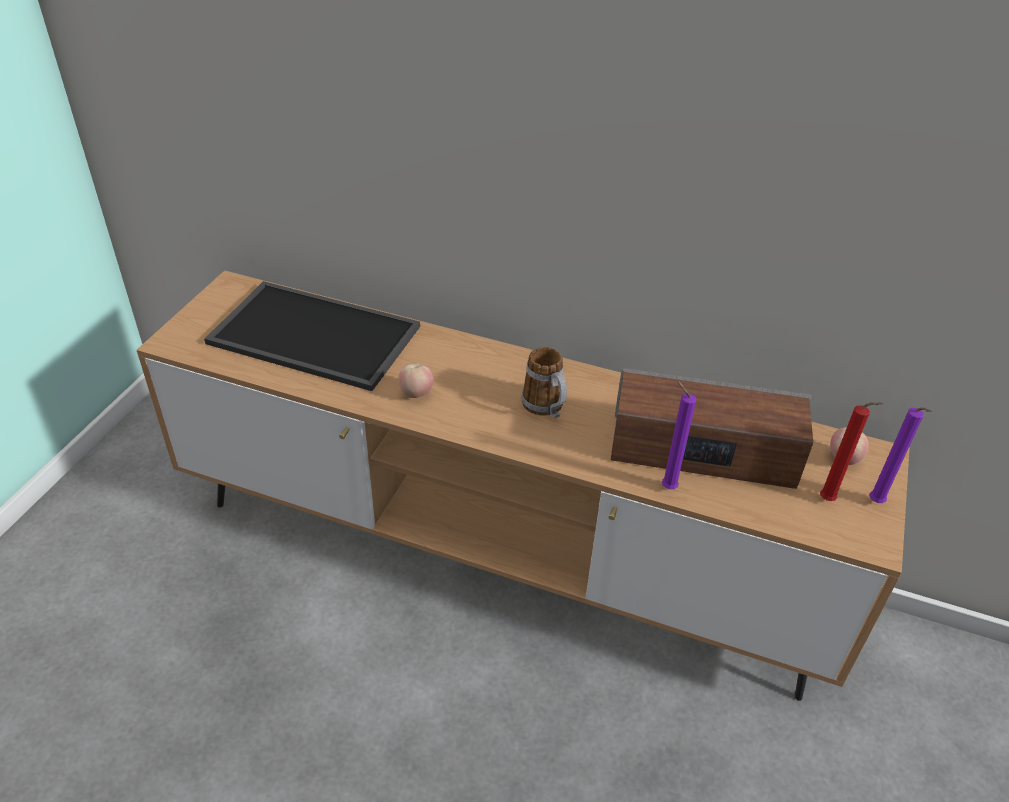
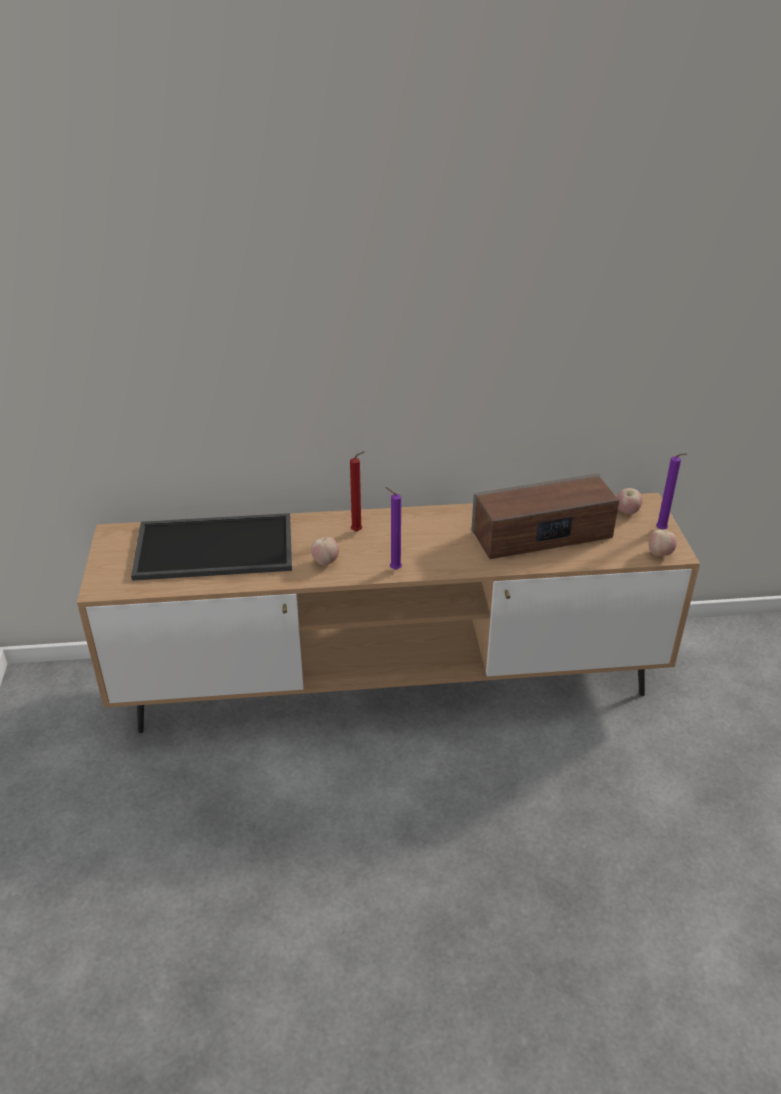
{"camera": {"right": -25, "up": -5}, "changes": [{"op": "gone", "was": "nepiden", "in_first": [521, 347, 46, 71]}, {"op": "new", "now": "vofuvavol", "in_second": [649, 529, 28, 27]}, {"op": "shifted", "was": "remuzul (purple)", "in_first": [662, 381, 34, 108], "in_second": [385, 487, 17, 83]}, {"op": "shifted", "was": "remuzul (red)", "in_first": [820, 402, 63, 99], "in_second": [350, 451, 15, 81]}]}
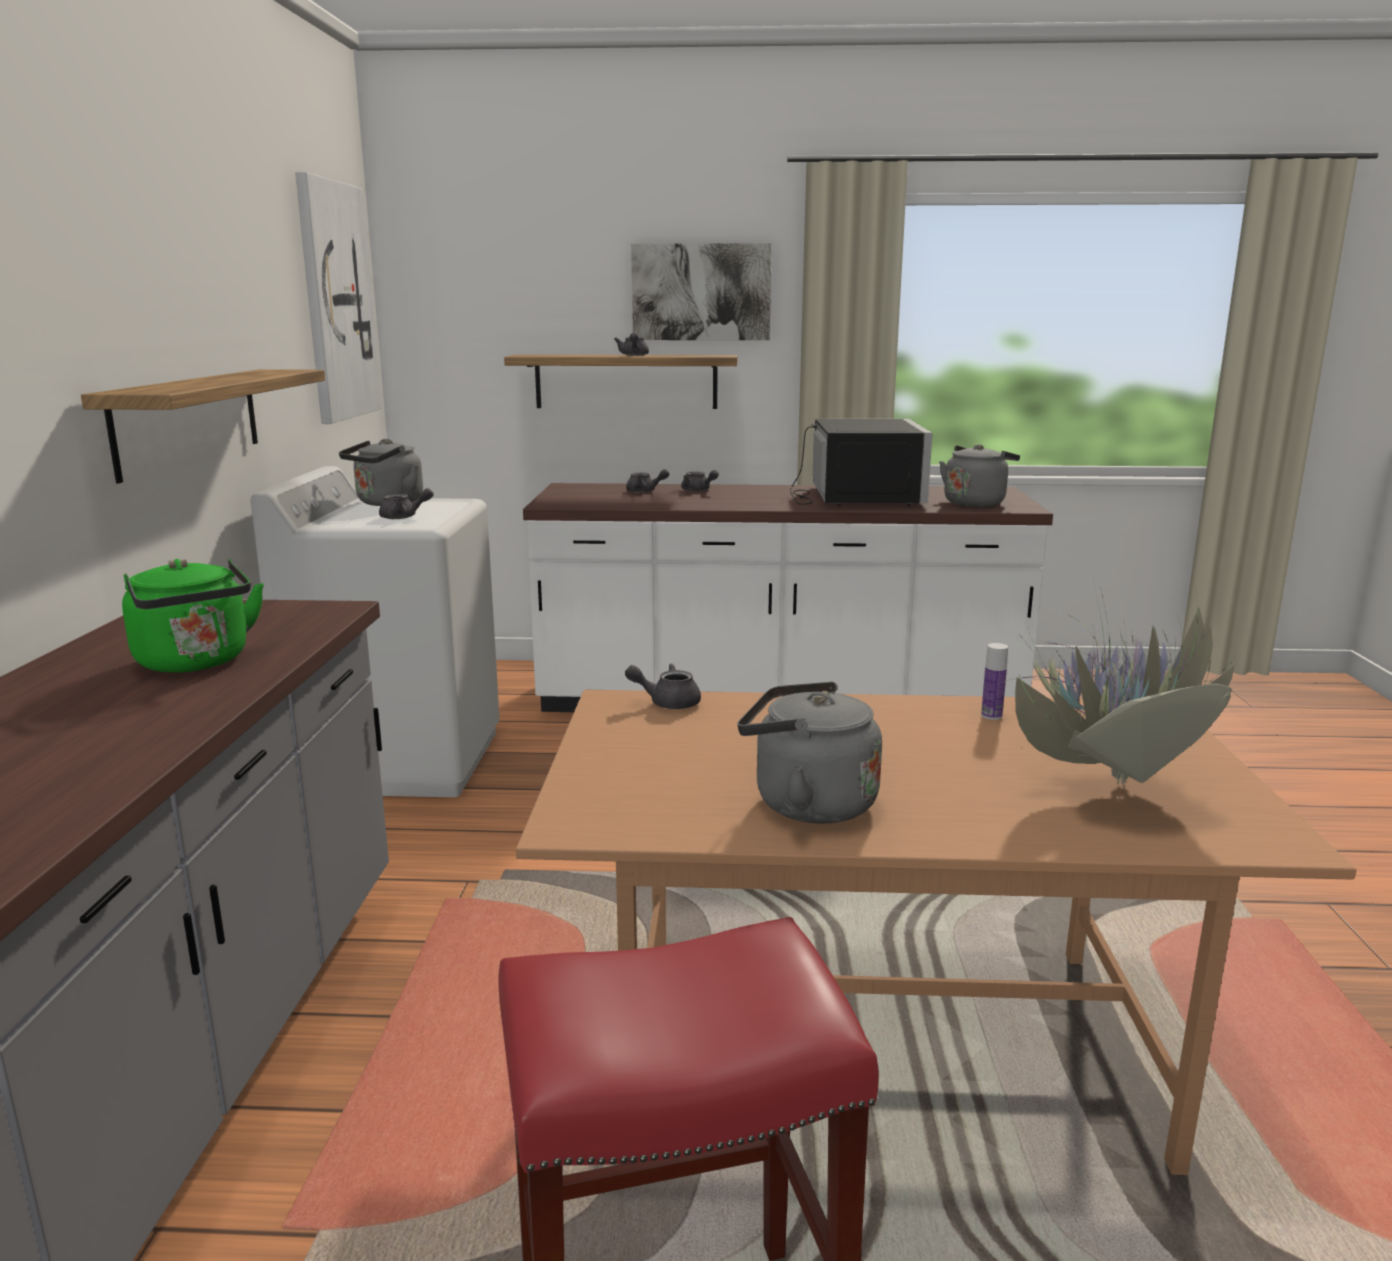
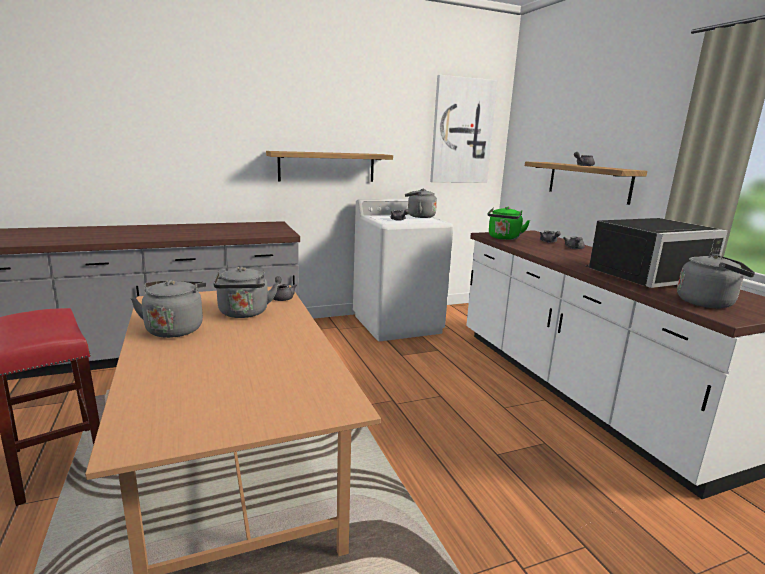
{"camera": {"right": 65, "up": 0}, "changes": [{"op": "gone", "was": "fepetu", "in_first": [631, 243, 141, 97]}, {"op": "gone", "was": "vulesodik", "in_first": [981, 643, 27, 77]}, {"op": "gone", "was": "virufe", "in_first": [1004, 584, 233, 201]}, {"op": "new", "now": "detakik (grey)", "in_second": [214, 267, 64, 51]}, {"op": "shifted", "was": "detakik (green)", "in_first": [122, 559, 142, 114], "in_second": [488, 207, 42, 33]}]}
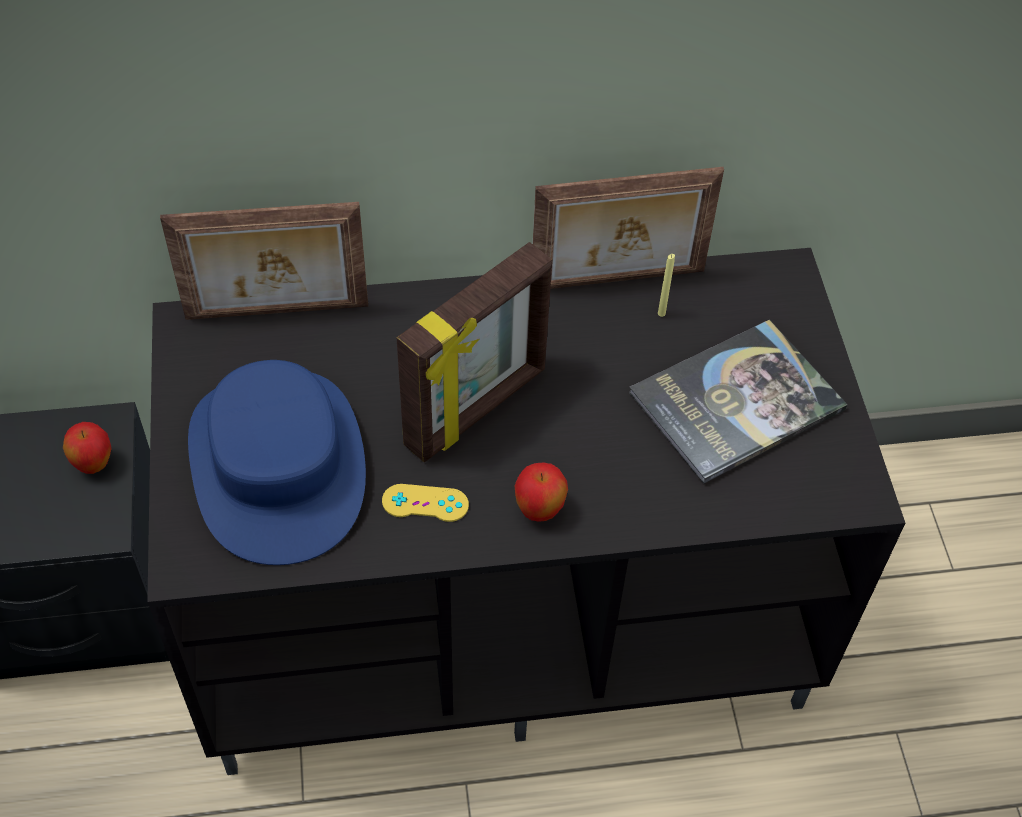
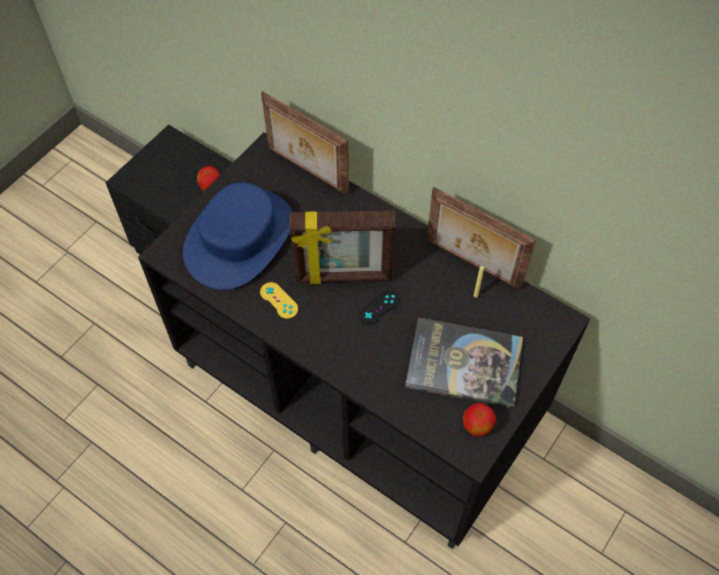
{"camera": {"right": 45, "up": 5}, "changes": [{"op": "new", "now": "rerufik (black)", "in_second": [358, 290, 42, 35]}, {"op": "shifted", "was": "vofuvavol", "in_first": [514, 463, 54, 58], "in_second": [463, 403, 33, 34]}]}
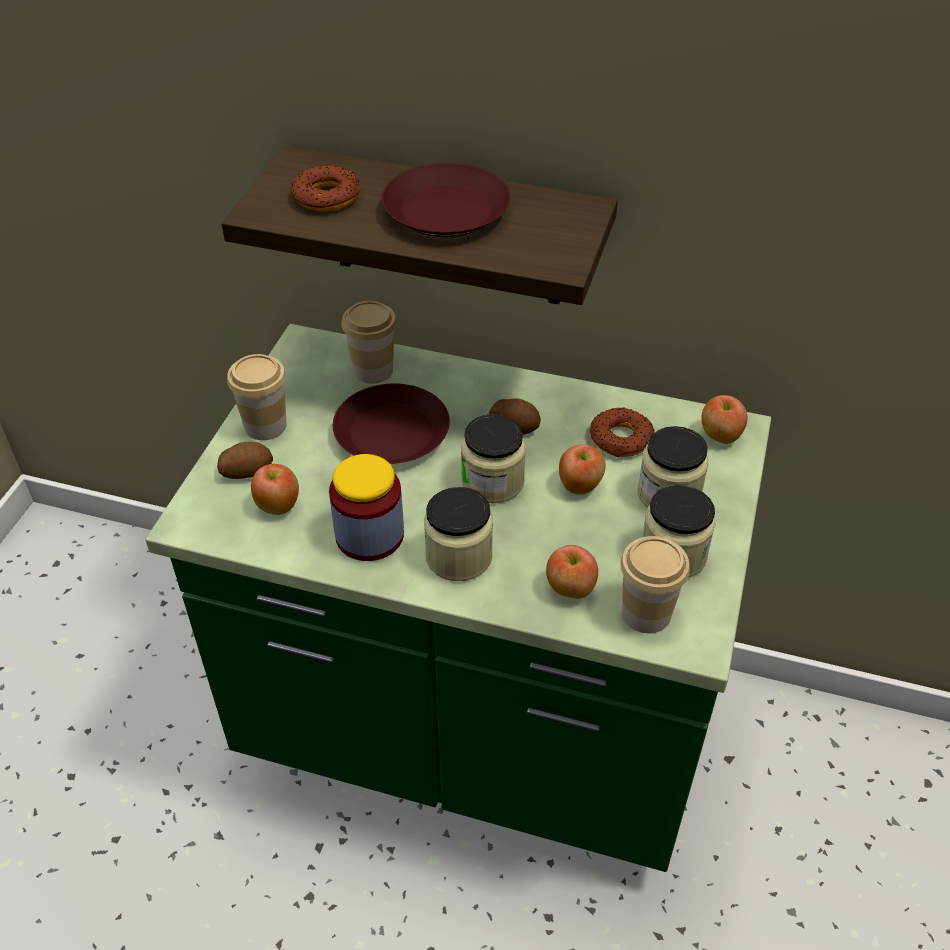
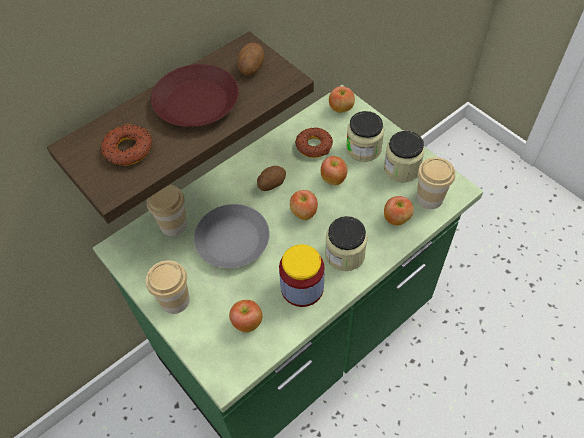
{"camera": {"right": -55, "up": 10}, "changes": [{"op": "shifted", "was": "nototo", "in_first": [217, 442, 56, 37], "in_second": [238, 43, 26, 33]}, {"op": "swapped", "was": "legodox", "now": "vofuvavol", "in_first": [461, 414, 65, 89], "in_second": [290, 190, 28, 30]}, {"op": "repainted", "was": "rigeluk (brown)", "now": "rigeluk (grey)", "in_first": [333, 383, 117, 81], "in_second": [194, 204, 76, 64]}]}
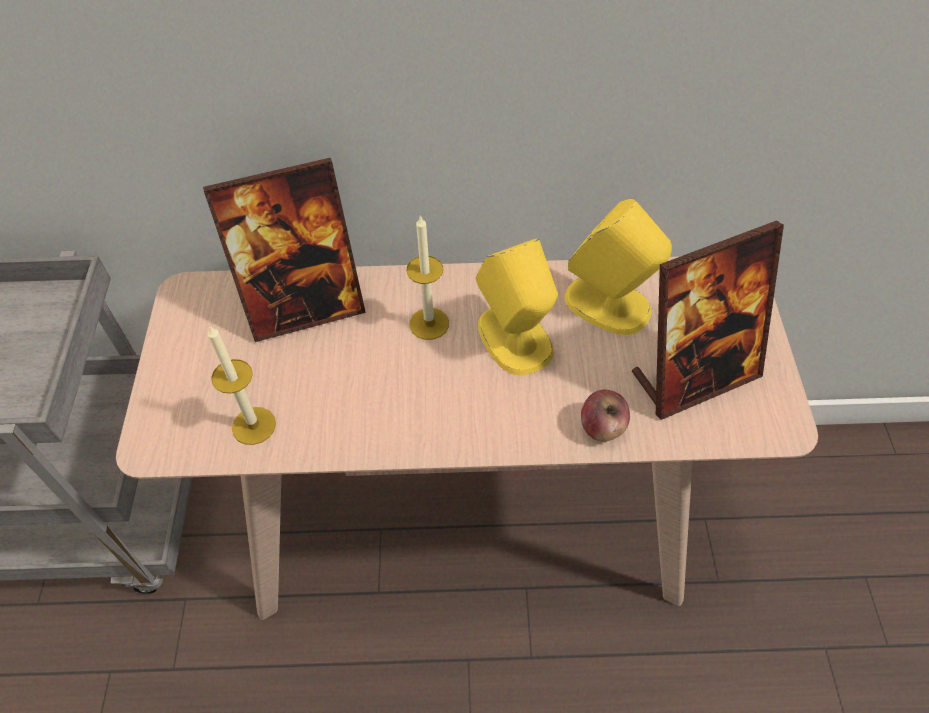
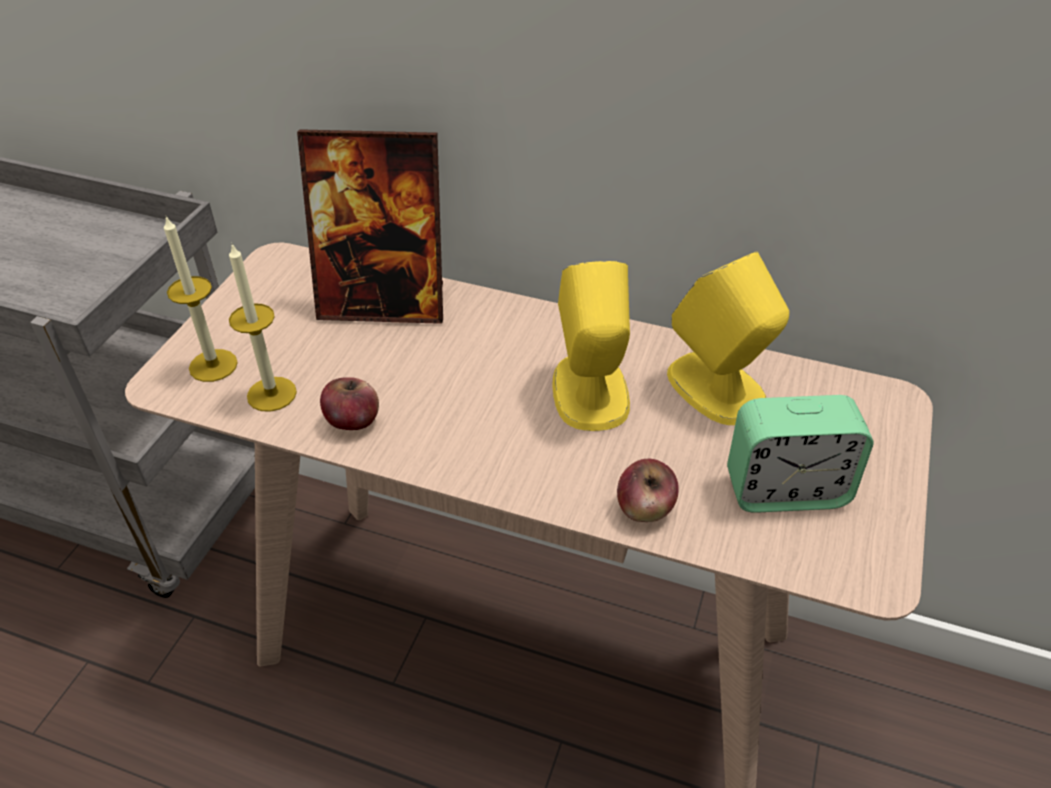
{"camera": {"right": 20, "up": -10}, "changes": [{"op": "new", "now": "vofuvavol", "in_second": [320, 377, 59, 53]}, {"op": "shifted", "was": "remuzul", "in_first": [407, 215, 42, 125], "in_second": [164, 215, 74, 167]}, {"op": "swapped", "was": "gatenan", "now": "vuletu", "in_first": [632, 220, 152, 200], "in_second": [727, 395, 147, 118]}]}
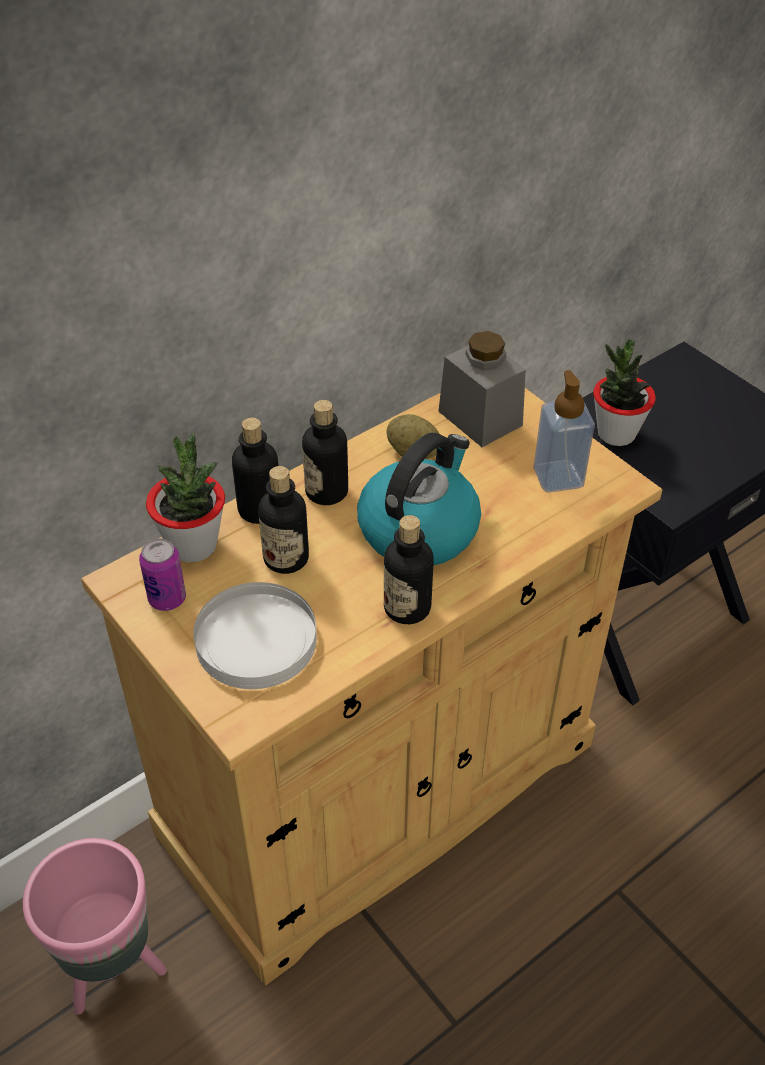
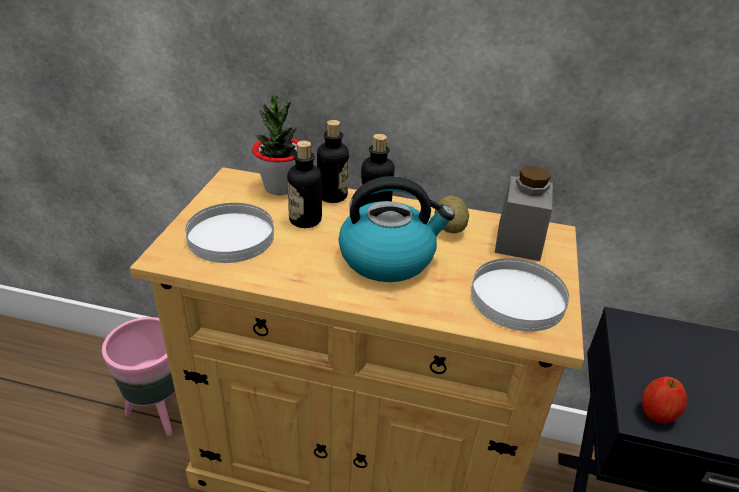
{"camera": {"right": 50, "up": -10}, "changes": [{"op": "gone", "was": "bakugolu", "in_first": [139, 538, 47, 73]}, {"op": "gone", "was": "vulesodik", "in_first": [384, 515, 50, 109]}, {"op": "gone", "was": "virufe", "in_first": [593, 339, 63, 107]}, {"op": "new", "now": "vofuvavol", "in_second": [642, 376, 45, 48]}, {"op": "swapped", "was": "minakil", "now": "rigeluk (white)", "in_first": [533, 370, 62, 122], "in_second": [471, 258, 98, 74]}]}
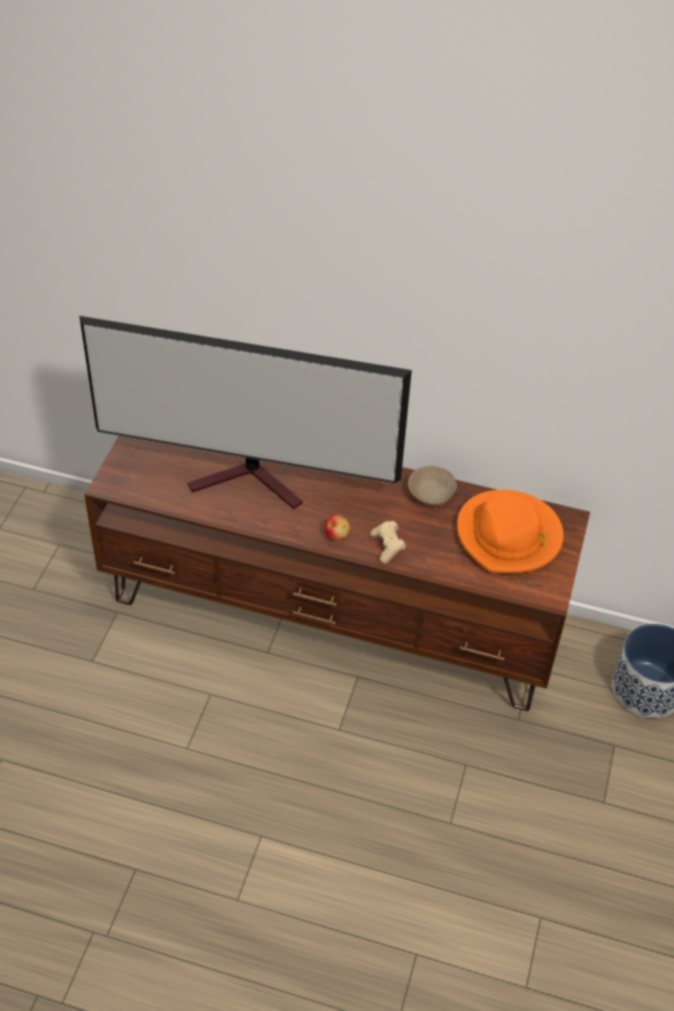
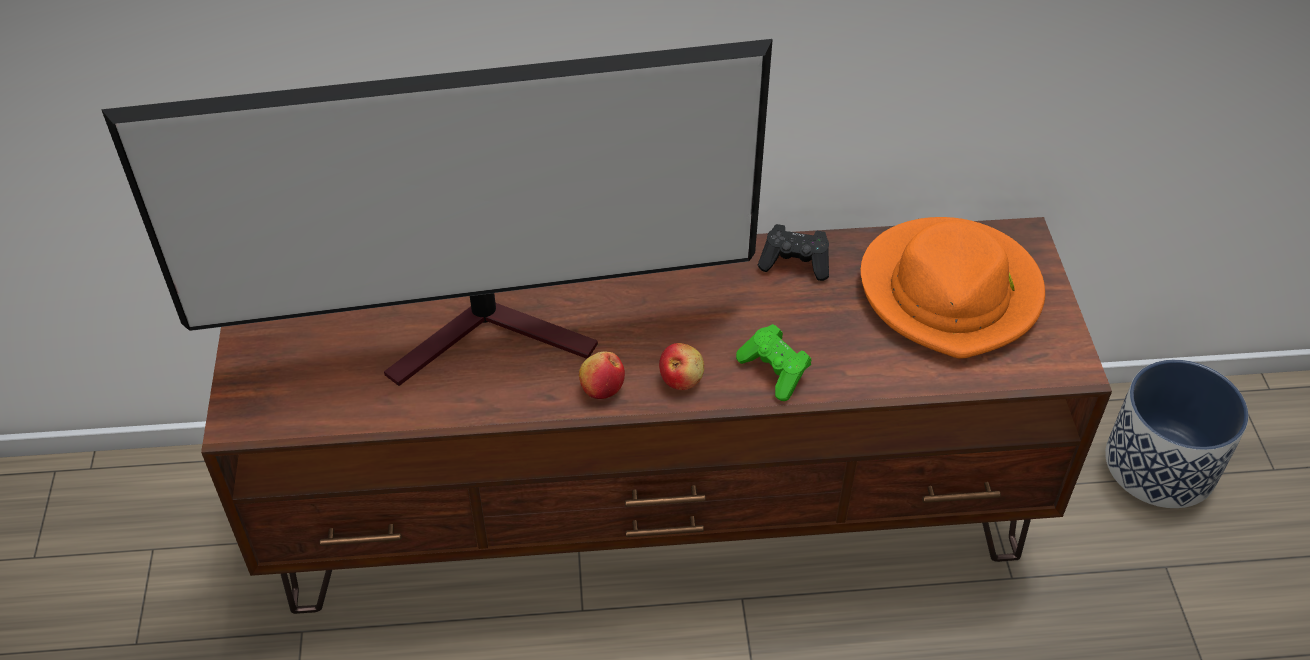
{"camera": {"right": -20, "up": 0}, "changes": [{"op": "new", "now": "vofuvavol", "in_second": [579, 351, 46, 48]}, {"op": "swapped", "was": "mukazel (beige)", "now": "rerufik (black)", "in_first": [408, 466, 49, 41], "in_second": [758, 224, 71, 57]}, {"op": "repainted", "was": "rerufik (beige)", "now": "rerufik (green)", "in_first": [370, 521, 36, 42], "in_second": [736, 324, 76, 77]}]}
